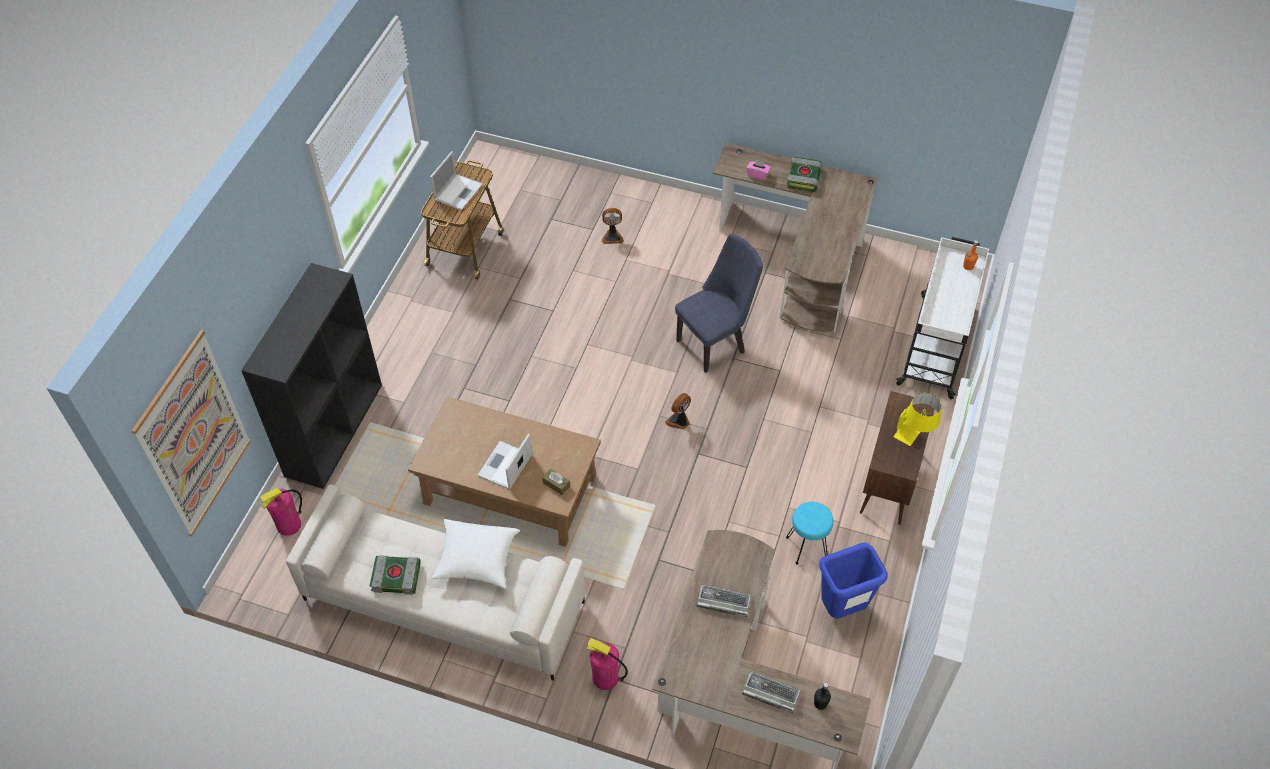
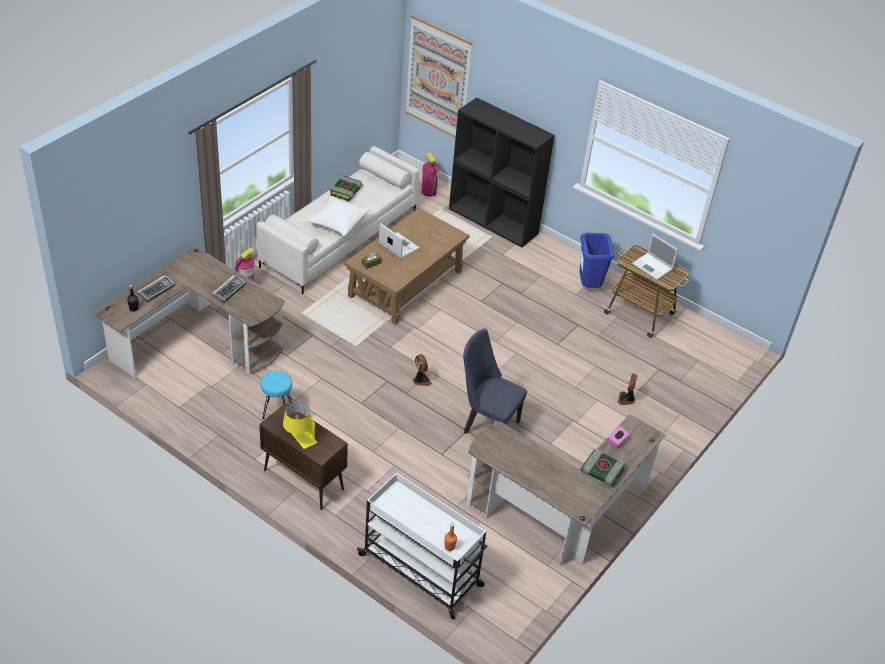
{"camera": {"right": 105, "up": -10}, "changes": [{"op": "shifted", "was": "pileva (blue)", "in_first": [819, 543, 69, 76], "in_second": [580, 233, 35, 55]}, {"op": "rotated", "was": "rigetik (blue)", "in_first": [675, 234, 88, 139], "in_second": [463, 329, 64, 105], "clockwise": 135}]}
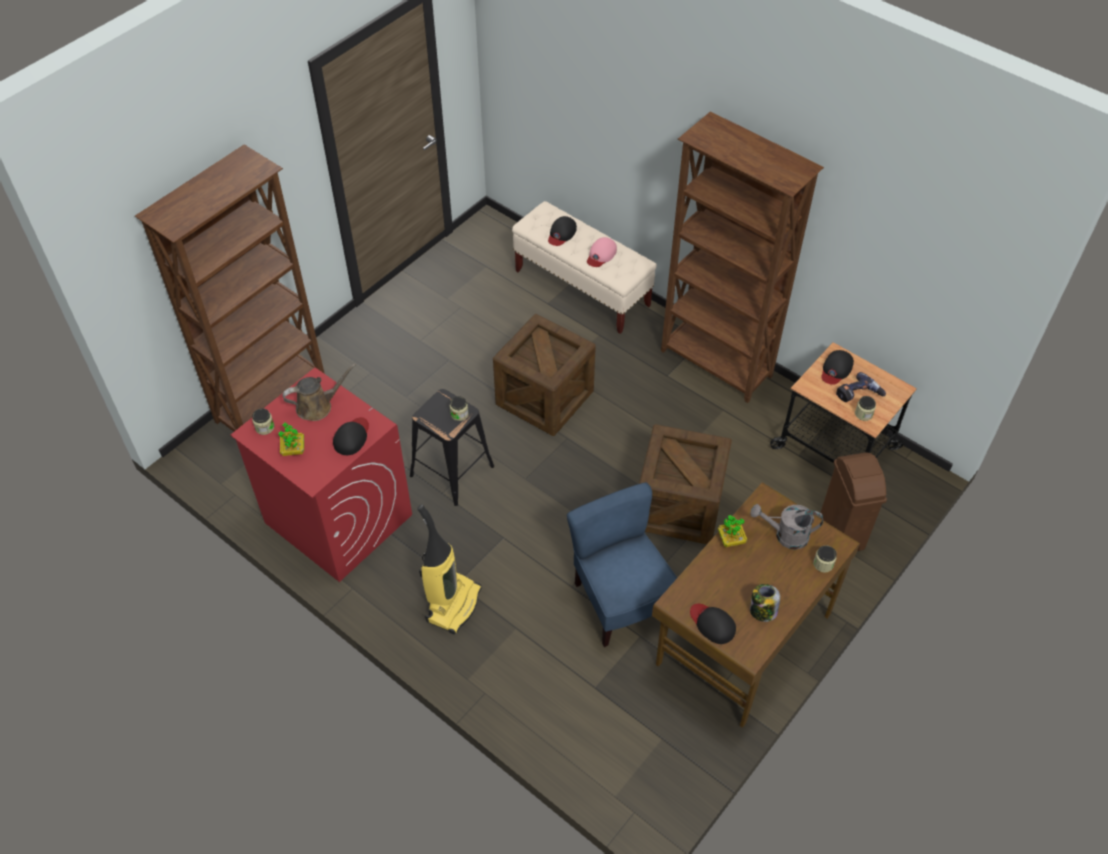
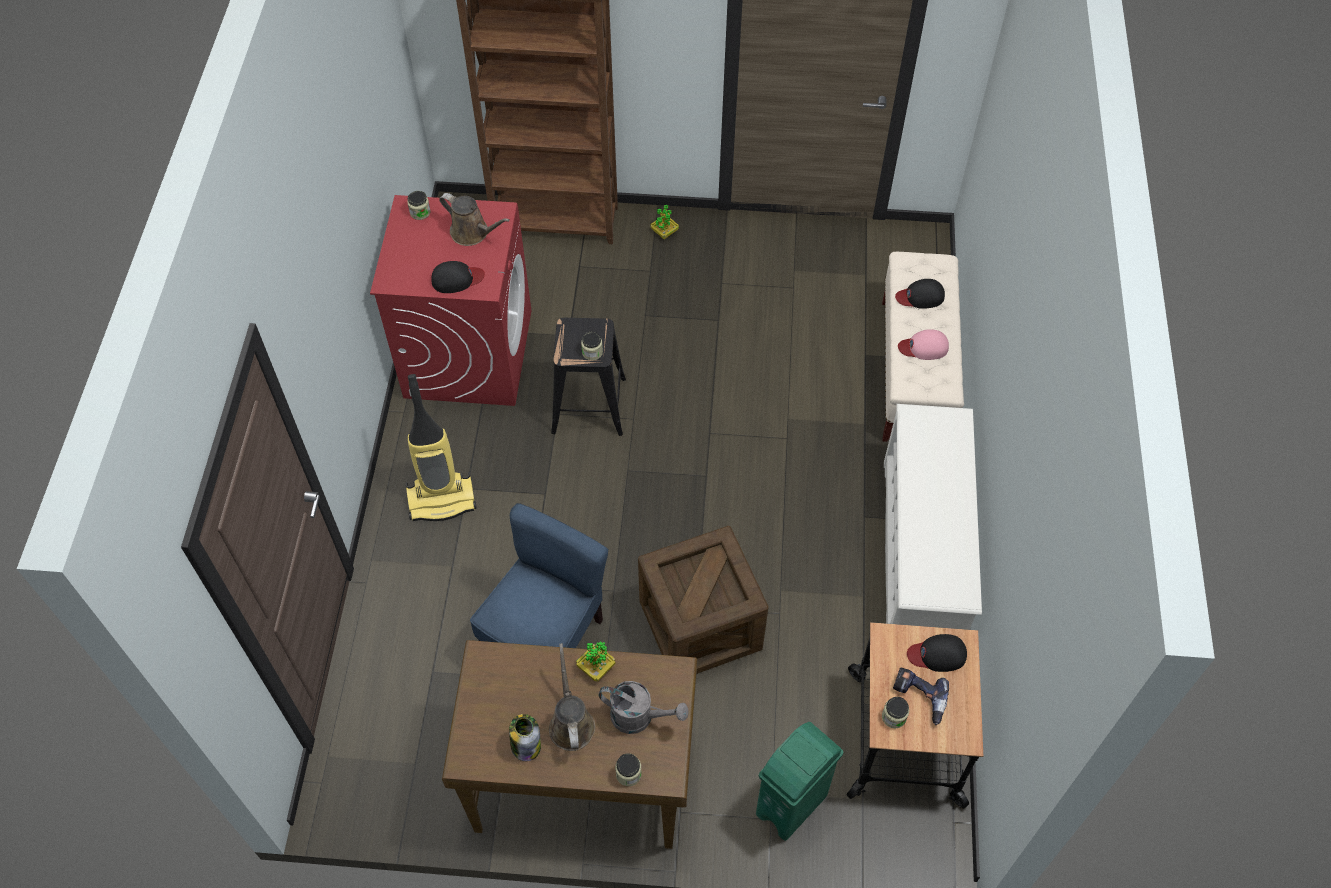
{"camera": {"right": 55, "up": 5}, "changes": [{"op": "gone", "was": "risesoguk", "in_first": [493, 314, 103, 122]}, {"op": "gone", "was": "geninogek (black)", "in_first": [690, 604, 46, 40]}, {"op": "new", "now": "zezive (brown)", "in_second": [549, 643, 46, 108]}, {"op": "shifted", "was": "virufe", "in_first": [278, 422, 26, 34], "in_second": [651, 205, 28, 34]}, {"op": "swapped", "was": "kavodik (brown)", "now": "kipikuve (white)", "in_first": [661, 111, 163, 292], "in_second": [884, 404, 98, 226]}, {"op": "repainted", "was": "pileva (brown)", "now": "pileva (green)", "in_first": [820, 452, 67, 99], "in_second": [756, 722, 88, 119]}, {"op": "rotated", "was": "zezive (grey)", "in_first": [750, 504, 73, 46], "in_second": [598, 681, 90, 53], "clockwise": 135}]}
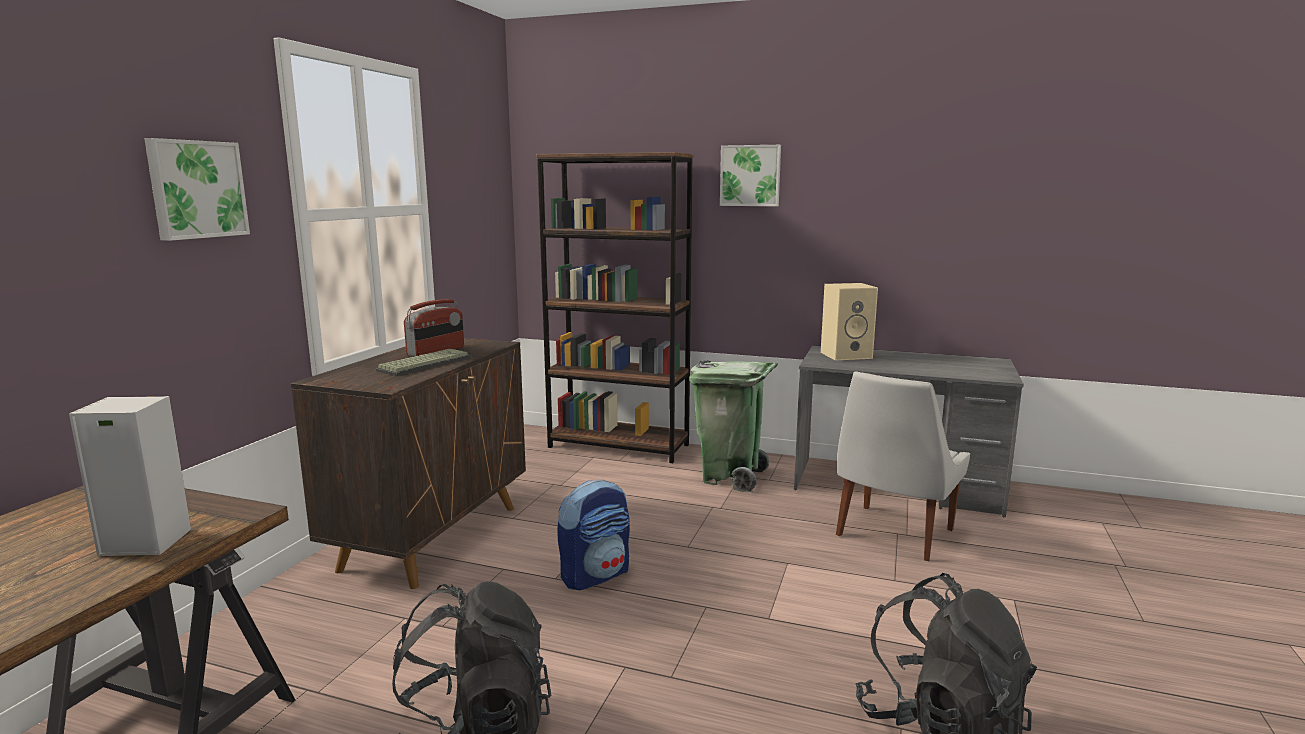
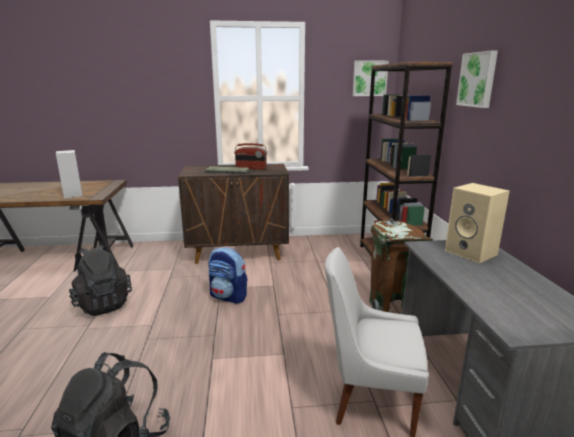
{"camera": {"right": 65, "up": 5}, "changes": [{"op": "shifted", "was": "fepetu", "in_first": [144, 138, 106, 103], "in_second": [353, 60, 36, 36]}, {"op": "repainted", "was": "pileva (green)", "now": "pileva (brown)", "in_first": [689, 360, 89, 133], "in_second": [369, 218, 64, 94]}]}
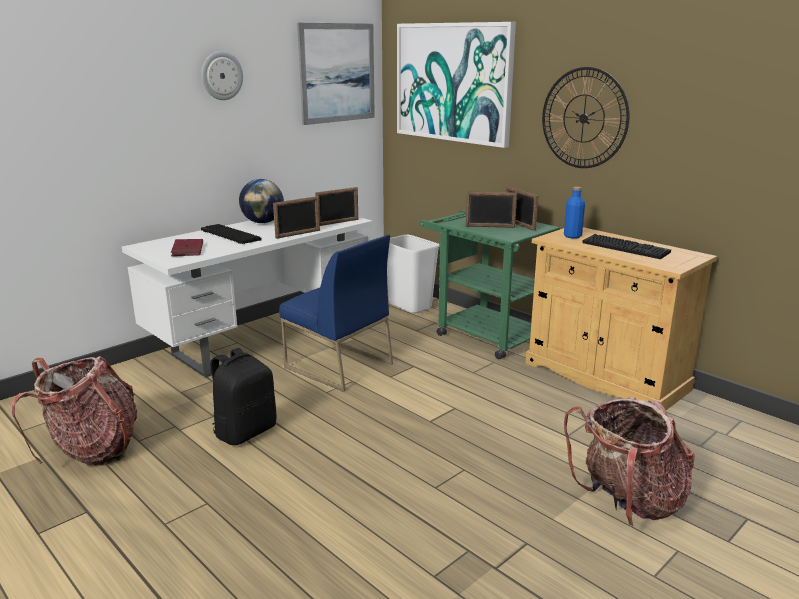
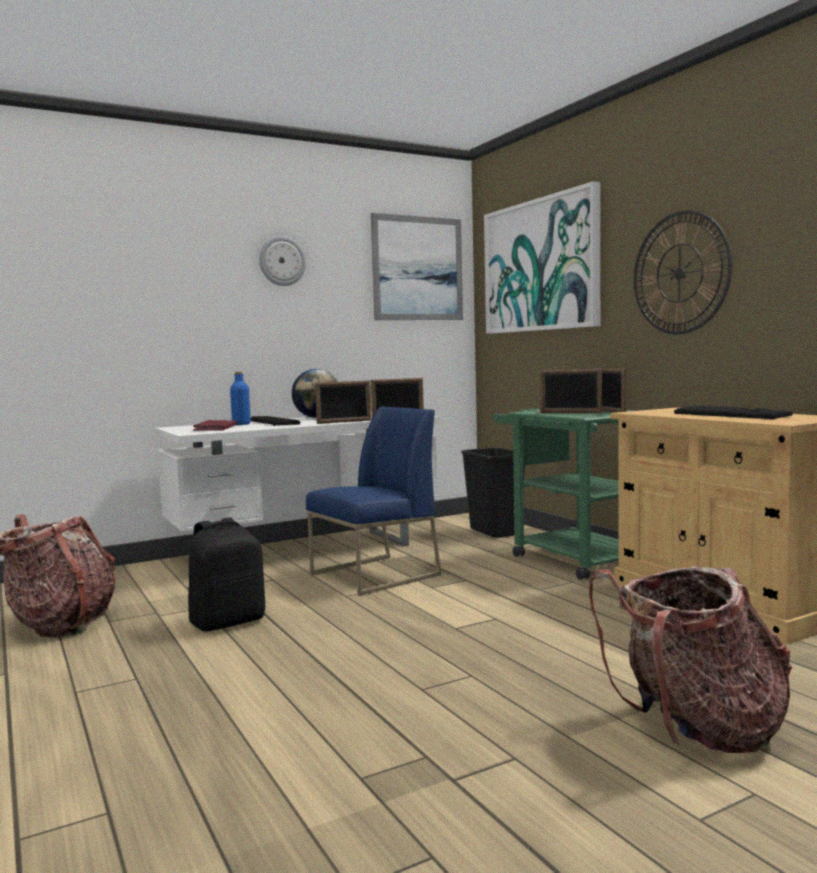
{"camera": {"right": 15, "up": -15}, "changes": [{"op": "shifted", "was": "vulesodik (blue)", "in_first": [564, 187, 21, 52], "in_second": [230, 372, 21, 53]}, {"op": "repainted", "was": "pileva (white)", "now": "pileva (black)", "in_first": [387, 235, 53, 78], "in_second": [461, 447, 64, 91]}, {"op": "rotated", "was": "rigetik (blue)", "in_first": [279, 235, 114, 157], "in_second": [306, 407, 136, 189], "clockwise": -90}]}
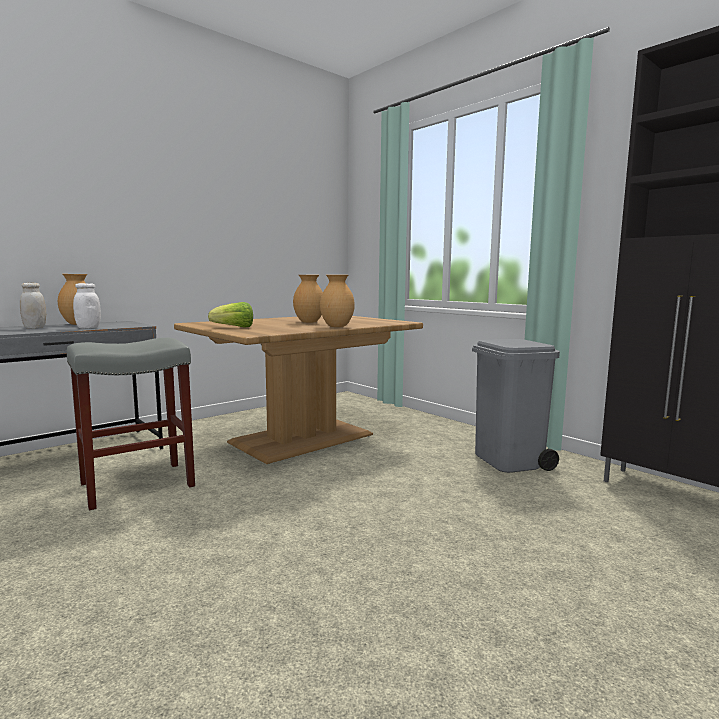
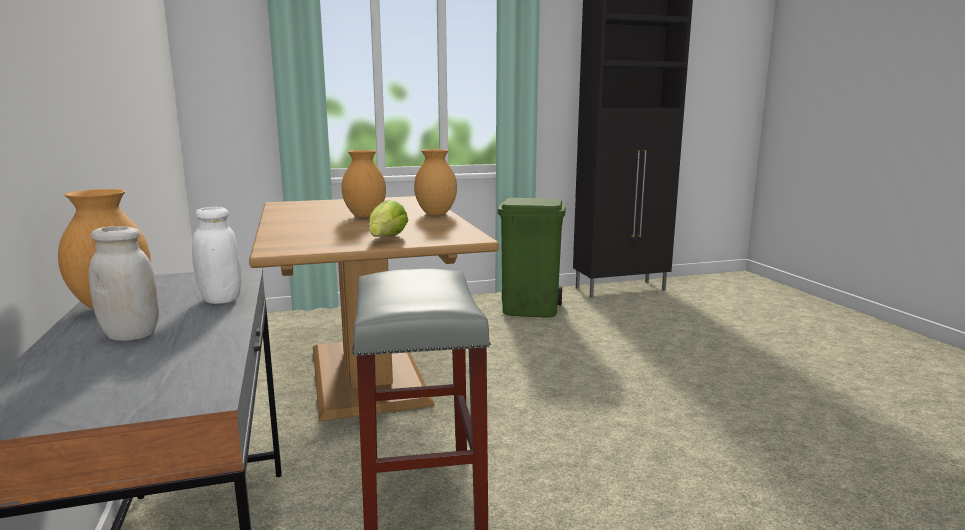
{"camera": {"right": -65, "up": 5}, "changes": [{"op": "repainted", "was": "pileva (grey)", "now": "pileva (green)", "in_first": [472, 339, 88, 134], "in_second": [498, 198, 68, 120]}]}
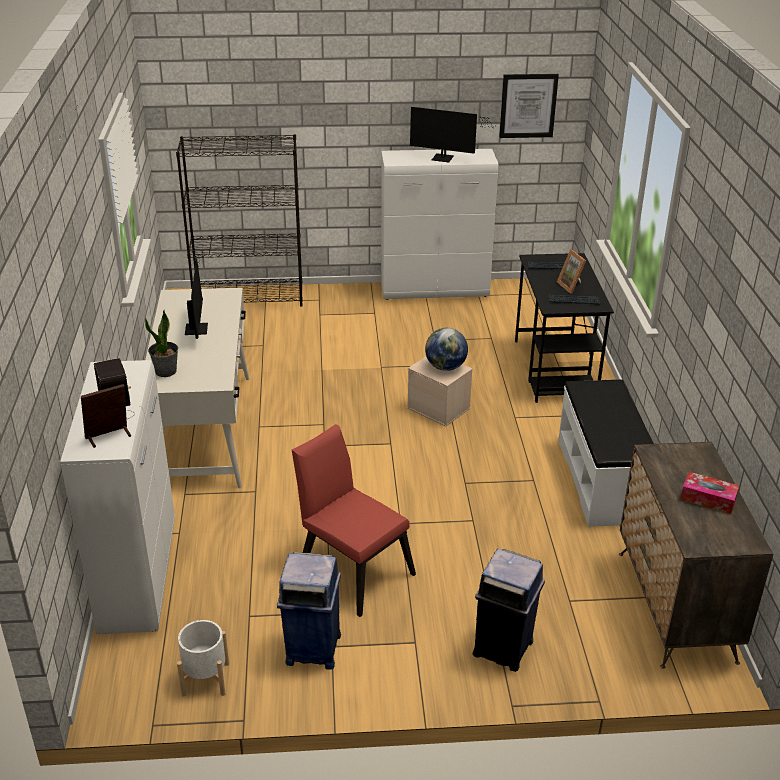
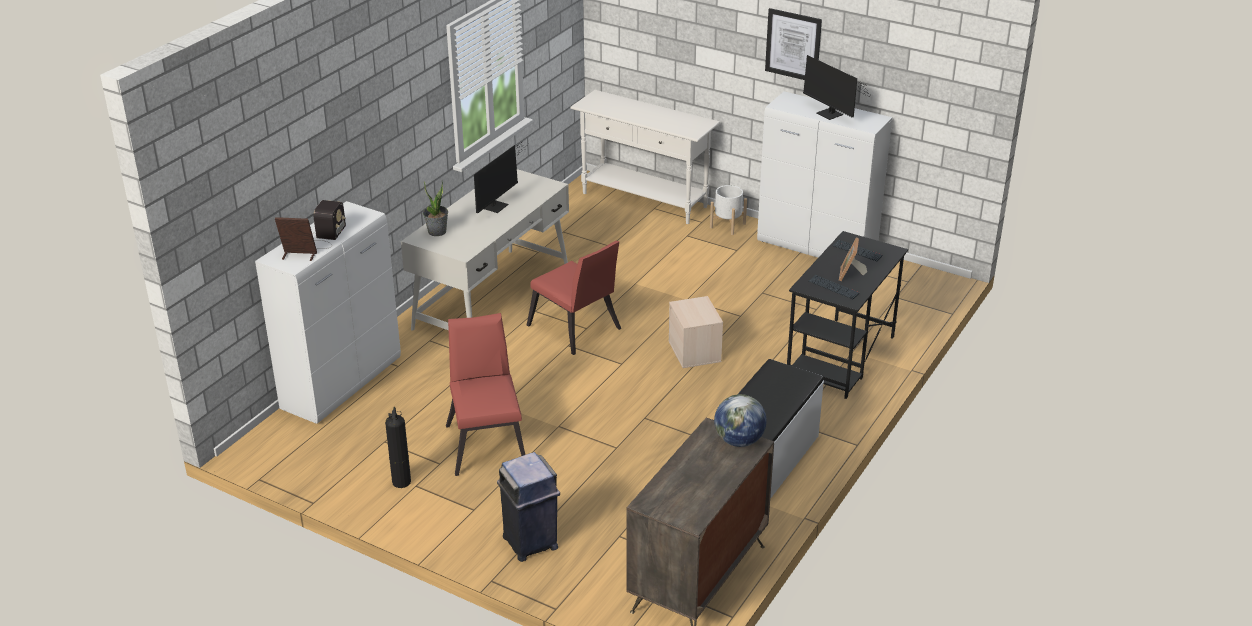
{"camera": {"right": 35, "up": 0}, "changes": [{"op": "gone", "was": "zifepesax", "in_first": [680, 472, 59, 42]}, {"op": "new", "now": "rigetik (red)", "in_second": [527, 241, 94, 114]}, {"op": "shifted", "was": "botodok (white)", "in_first": [177, 620, 52, 77], "in_second": [710, 185, 37, 50]}, {"op": "shifted", "was": "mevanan", "in_first": [425, 328, 43, 43], "in_second": [714, 394, 53, 53]}, {"op": "shifted", "was": "fepetu", "in_first": [499, 74, 60, 64], "in_second": [765, 8, 57, 72]}, {"op": "swapped", "was": "kavodik (black)", "now": "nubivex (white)", "in_first": [176, 134, 127, 172], "in_second": [570, 90, 150, 134]}, {"op": "swapped", "was": "pileva (blue)", "now": "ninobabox", "in_first": [277, 552, 64, 118], "in_second": [385, 407, 26, 81]}]}
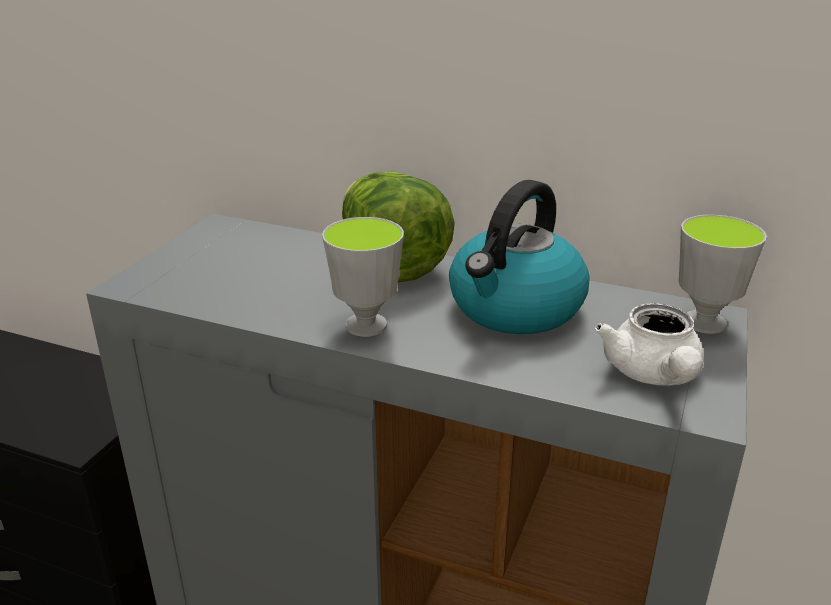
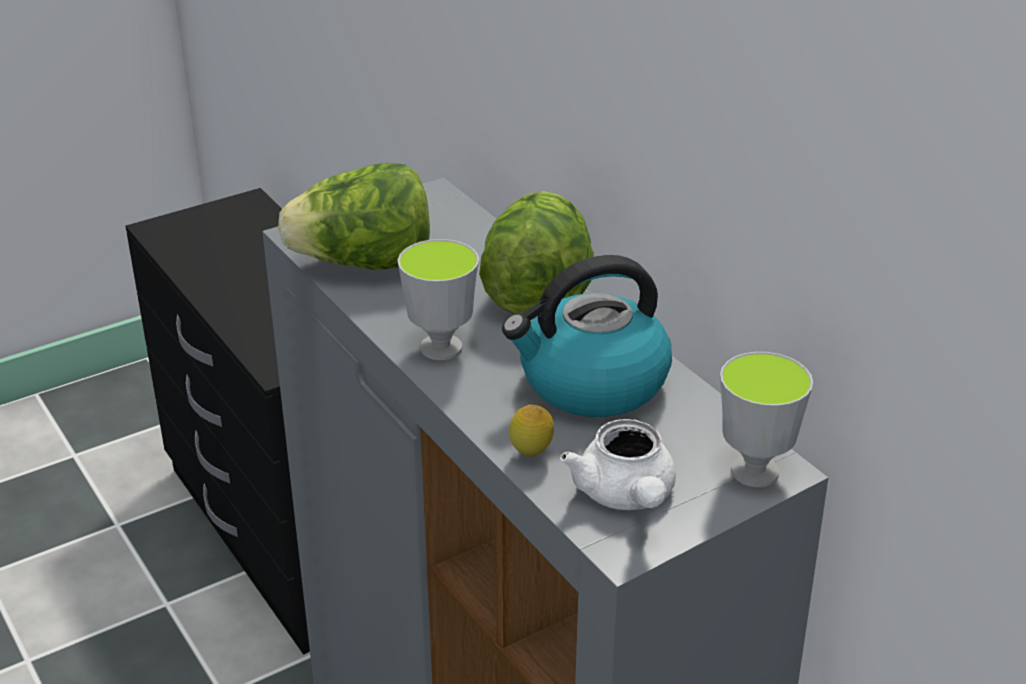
{"camera": {"right": 35, "up": 5}, "changes": [{"op": "new", "now": "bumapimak", "in_second": [278, 163, 152, 107]}, {"op": "new", "now": "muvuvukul", "in_second": [509, 405, 45, 51]}, {"op": "rotated", "was": "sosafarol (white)", "in_first": [595, 303, 109, 83], "in_second": [560, 419, 116, 91], "clockwise": -45}]}
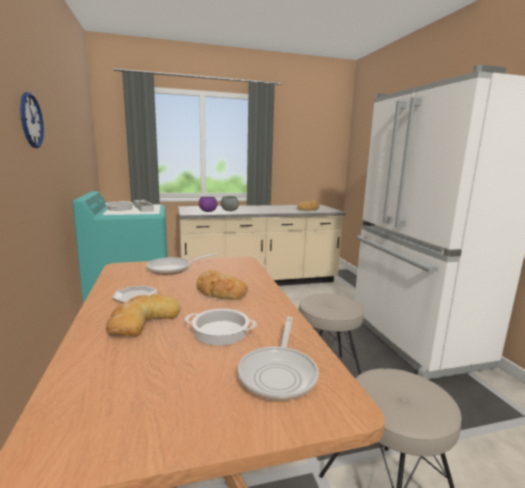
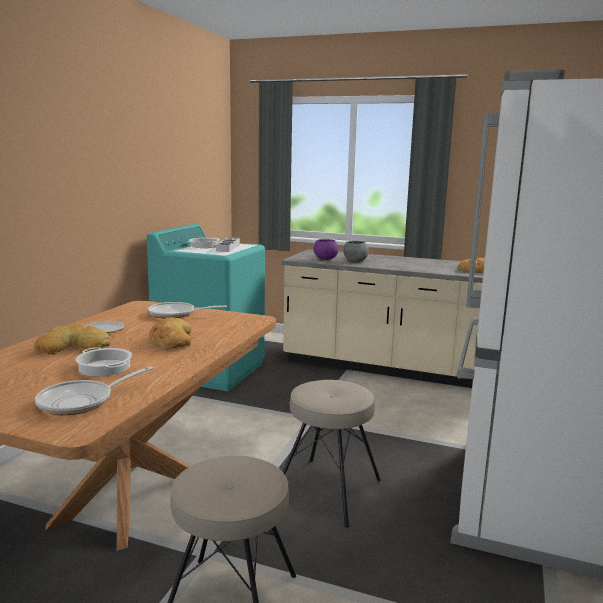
{"camera": {"right": 35, "up": 0}, "changes": [{"op": "gone", "was": "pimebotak", "in_first": [20, 92, 24, 56]}]}
